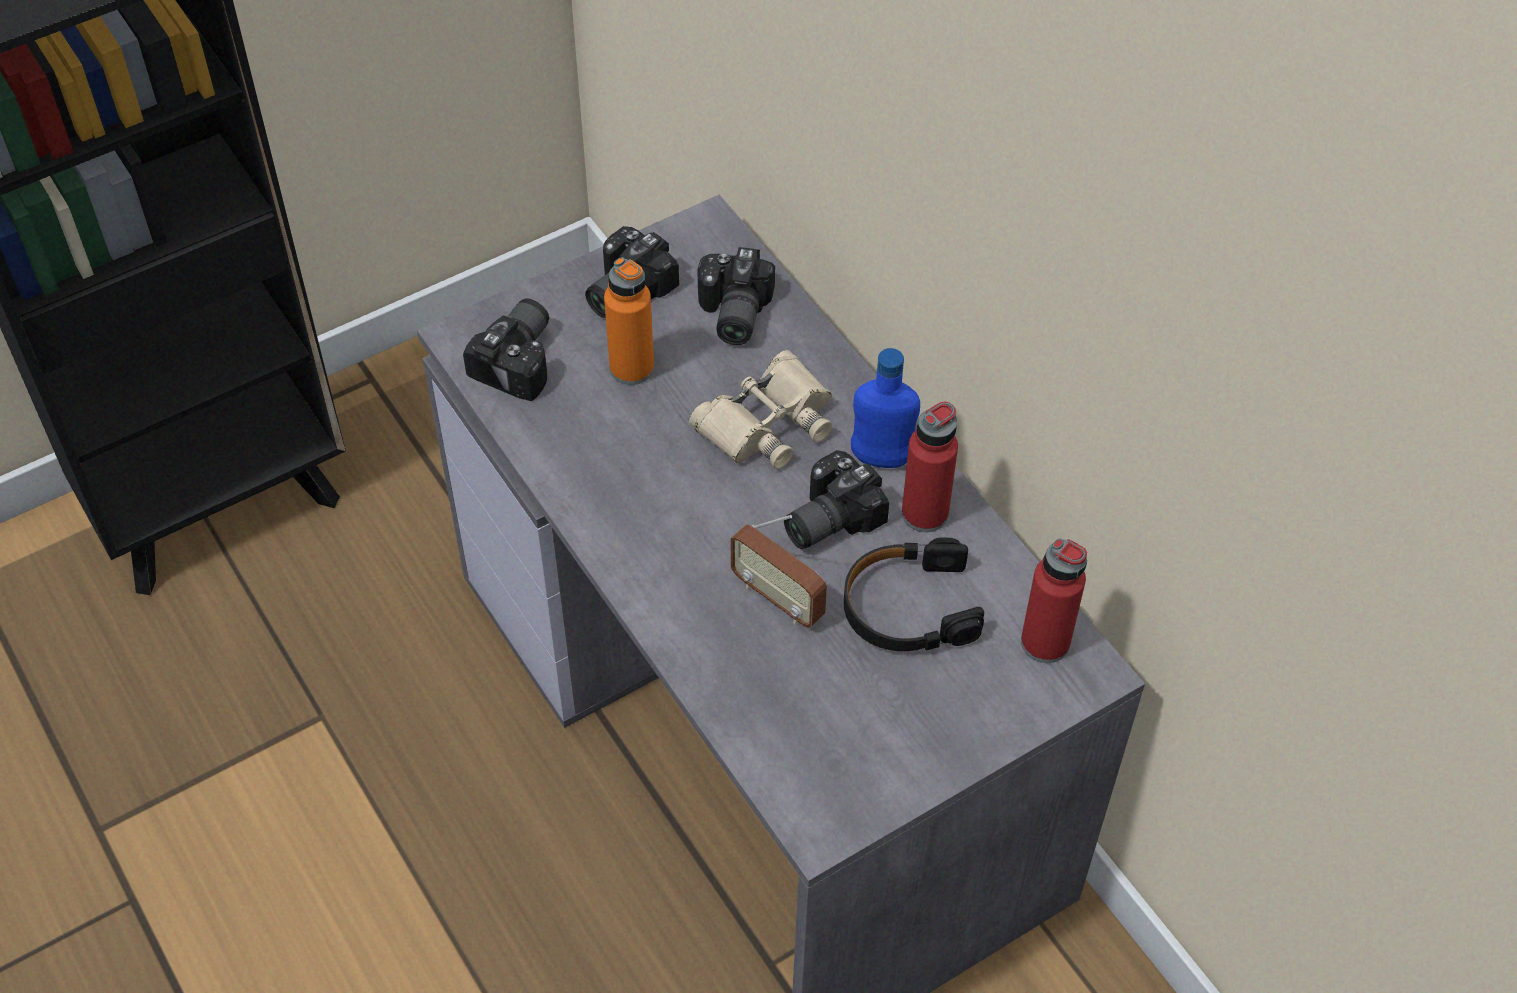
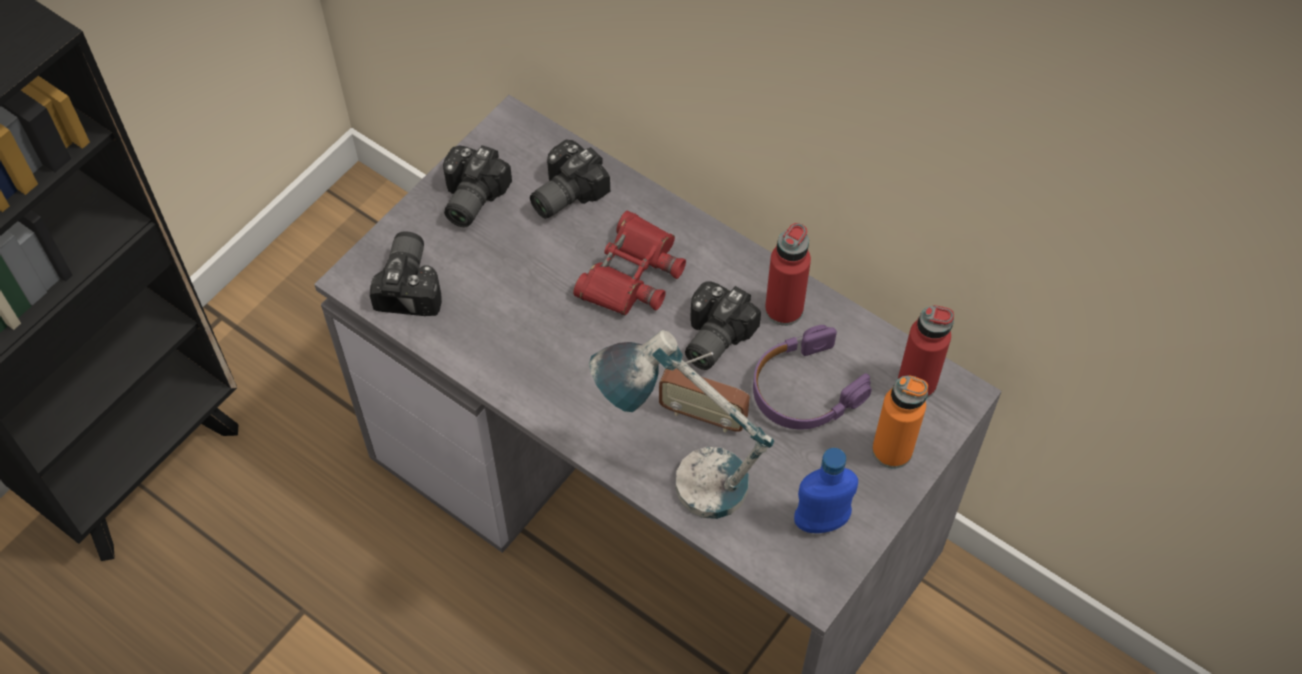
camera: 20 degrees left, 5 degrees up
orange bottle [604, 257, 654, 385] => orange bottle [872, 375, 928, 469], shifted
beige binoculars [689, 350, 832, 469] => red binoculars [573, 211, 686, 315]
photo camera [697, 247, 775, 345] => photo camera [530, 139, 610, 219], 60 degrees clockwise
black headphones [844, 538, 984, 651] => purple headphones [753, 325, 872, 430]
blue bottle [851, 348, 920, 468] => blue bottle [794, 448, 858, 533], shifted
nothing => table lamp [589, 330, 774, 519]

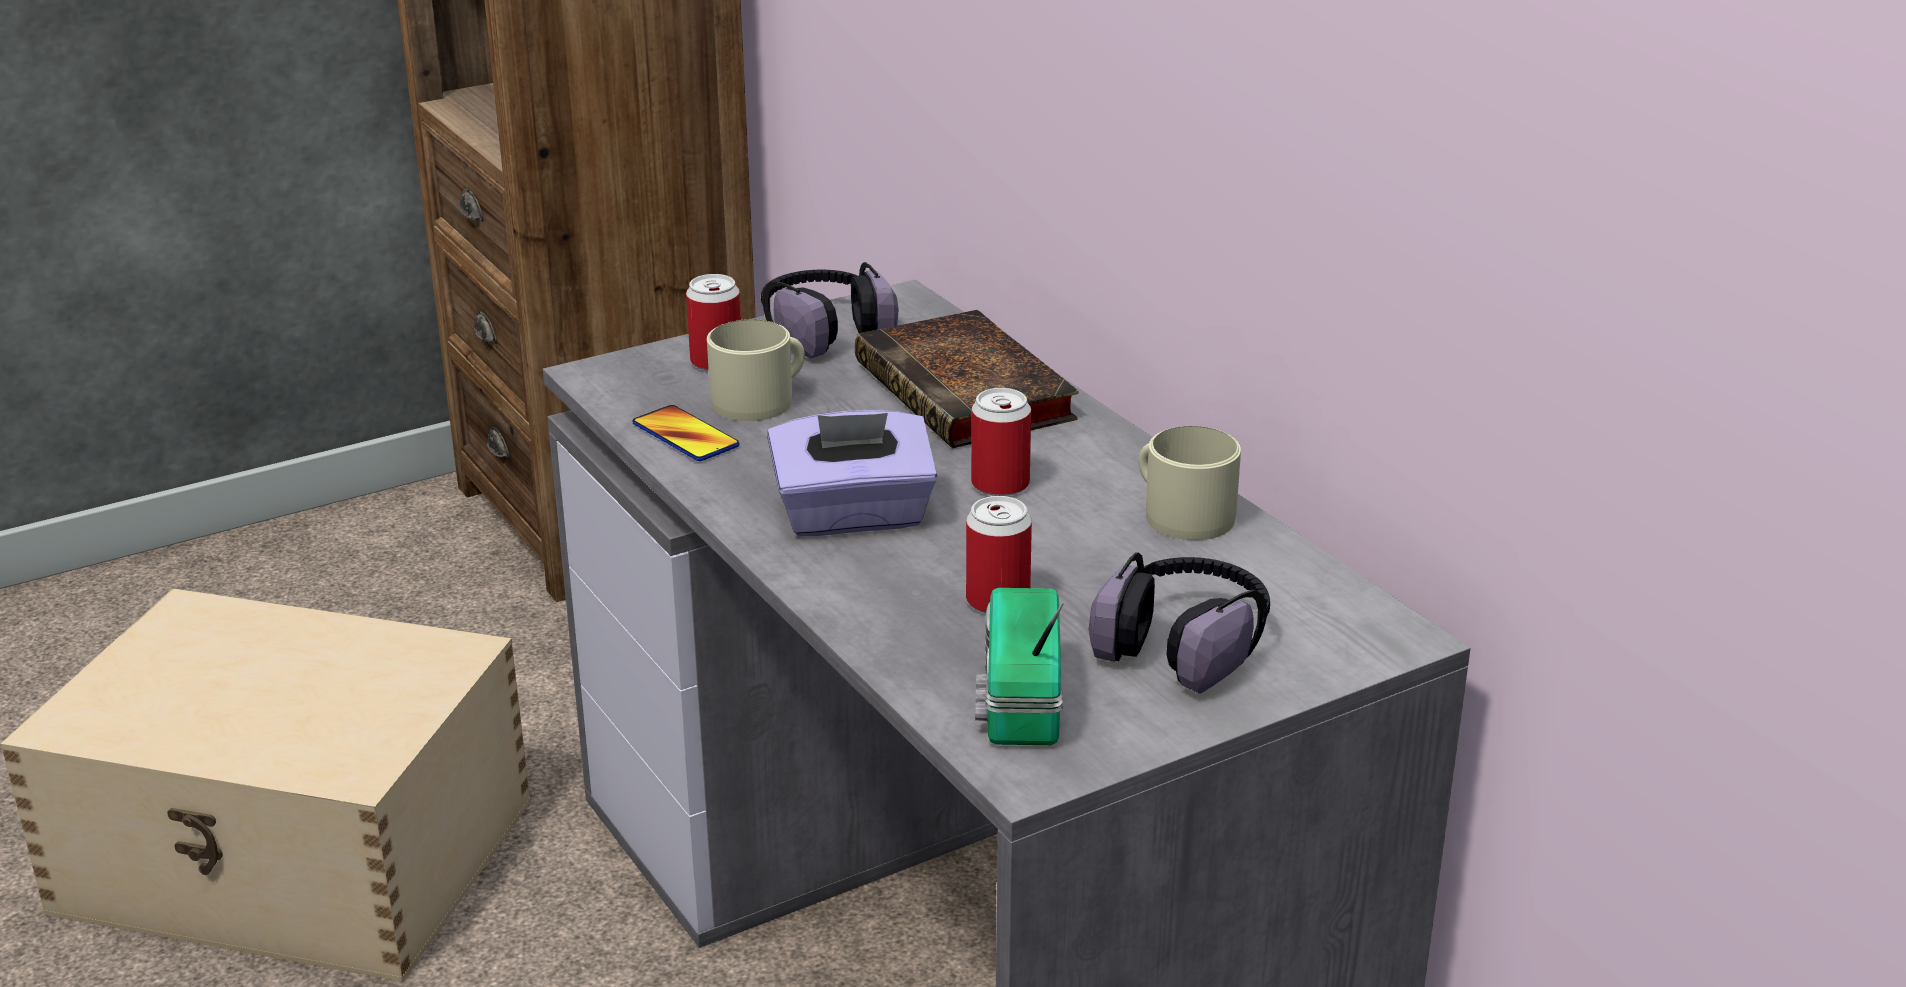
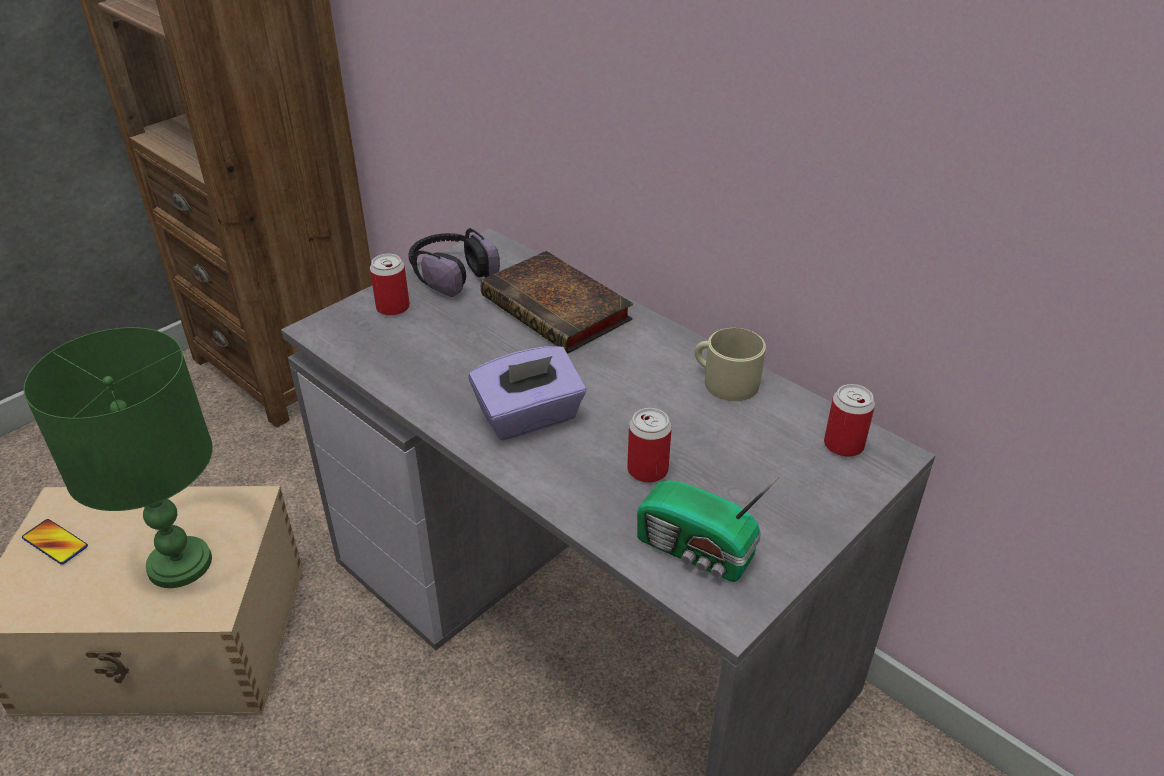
camera: 15 degrees left, 10 degrees up
phone [632, 405, 740, 461] => phone [22, 519, 88, 565], shifted
beige mug [707, 319, 805, 421] => nothing
can [971, 388, 1031, 496] => can [824, 384, 875, 457], shifted
radio [975, 588, 1064, 745] => radio [637, 477, 779, 582], 45 degrees counterclockwise
headphones [1089, 552, 1270, 694] => nothing
nothing => green table lamp [23, 327, 213, 588]

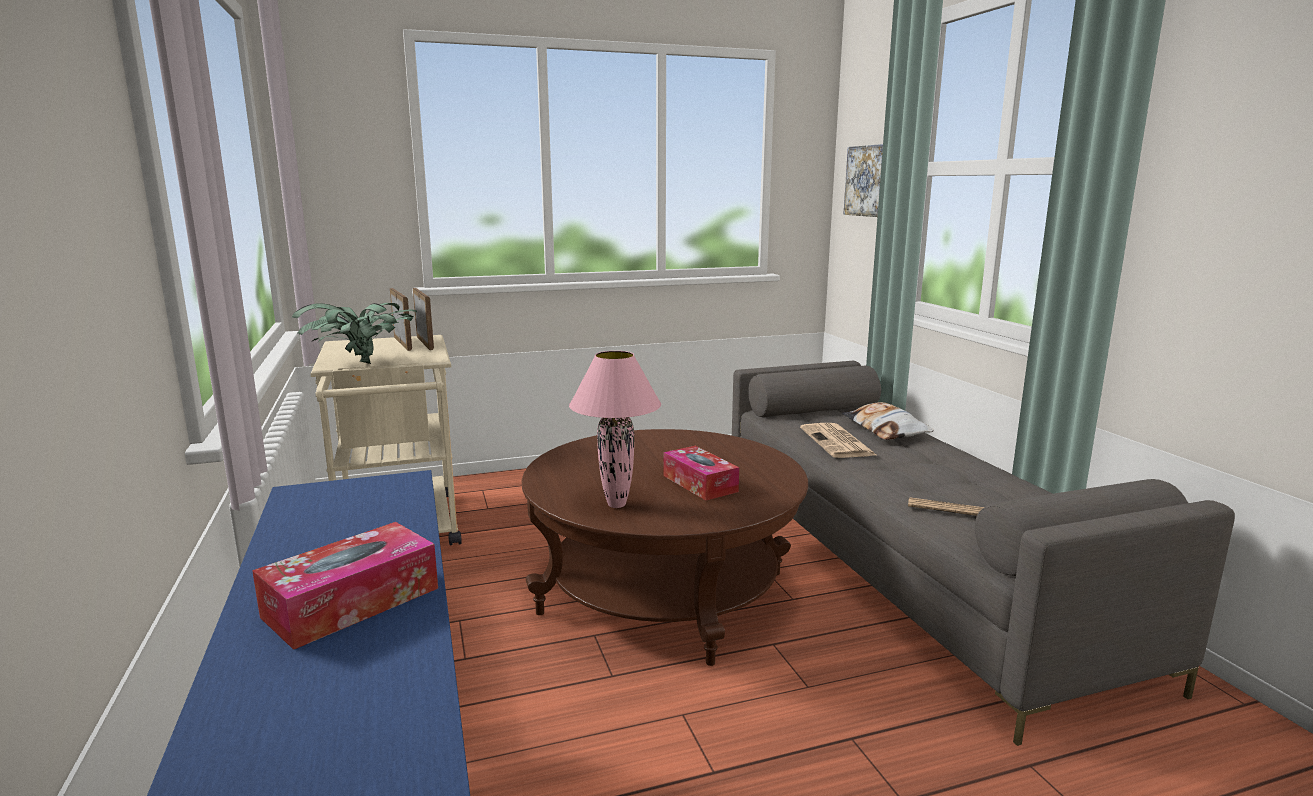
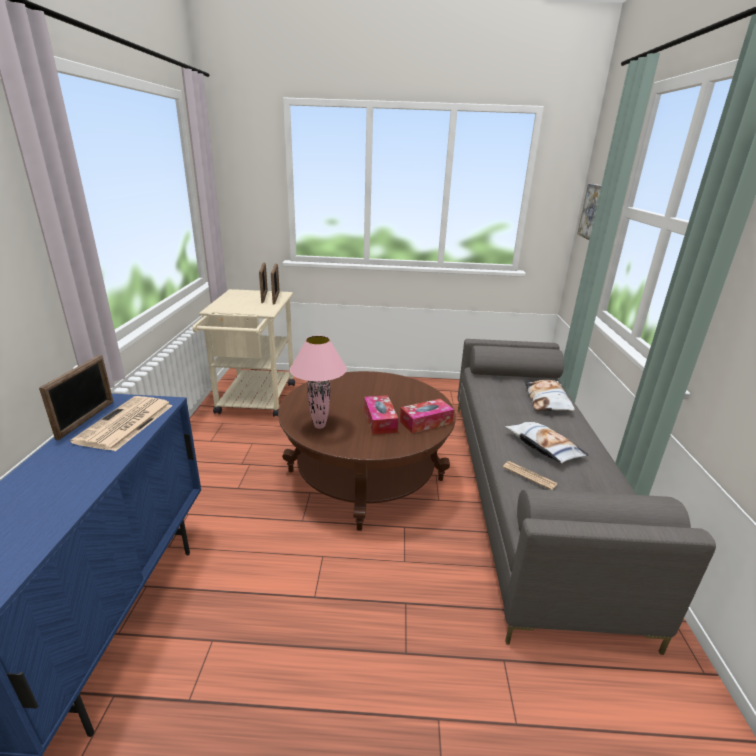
camera: 20 degrees right, 10 degrees up
tissue box [252, 522, 438, 650] => tissue box [400, 399, 454, 433], shifted
potted plant [292, 303, 417, 364] => nothing
newspaper [800, 423, 878, 458] => newspaper [70, 396, 173, 451], shifted
nothing => picture frame [39, 355, 113, 440]
nothing => pillow [505, 422, 589, 464]

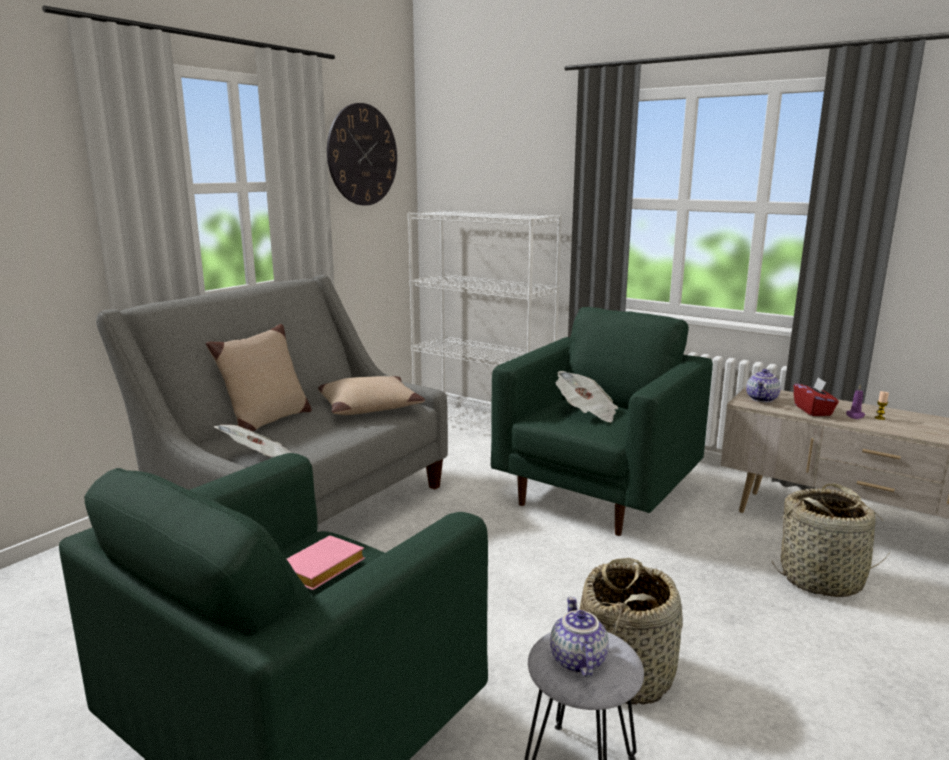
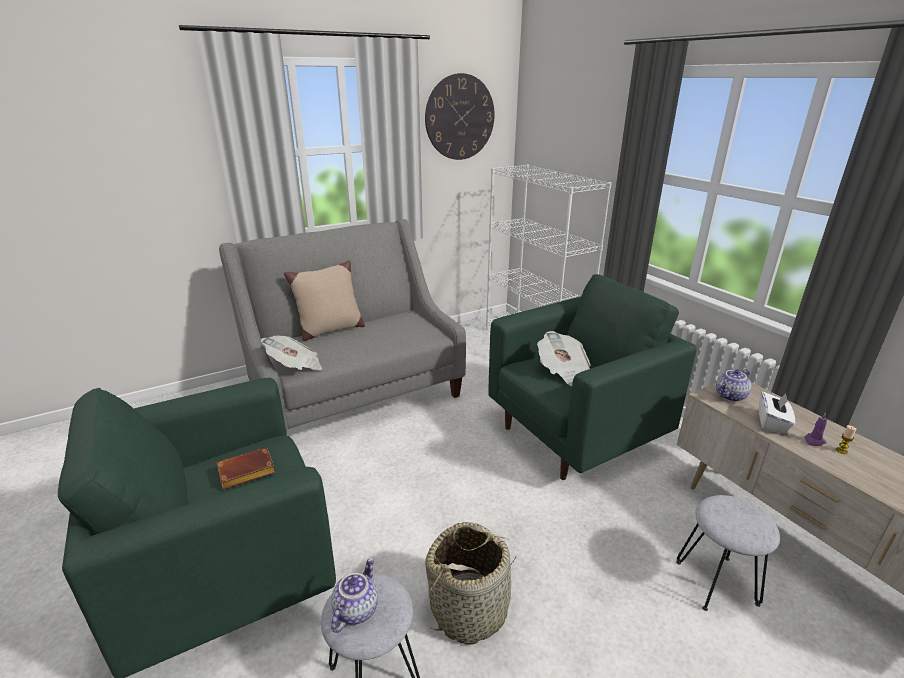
camera: 25 degrees right, 10 degrees up
pink book [286, 536, 365, 590] => brown book [217, 447, 276, 490]
beige pillow [318, 376, 425, 415] => nothing
basket [772, 483, 890, 597] => grey stool [676, 495, 780, 611]
red tissue box [794, 377, 839, 416] => white tissue box [759, 392, 795, 434]

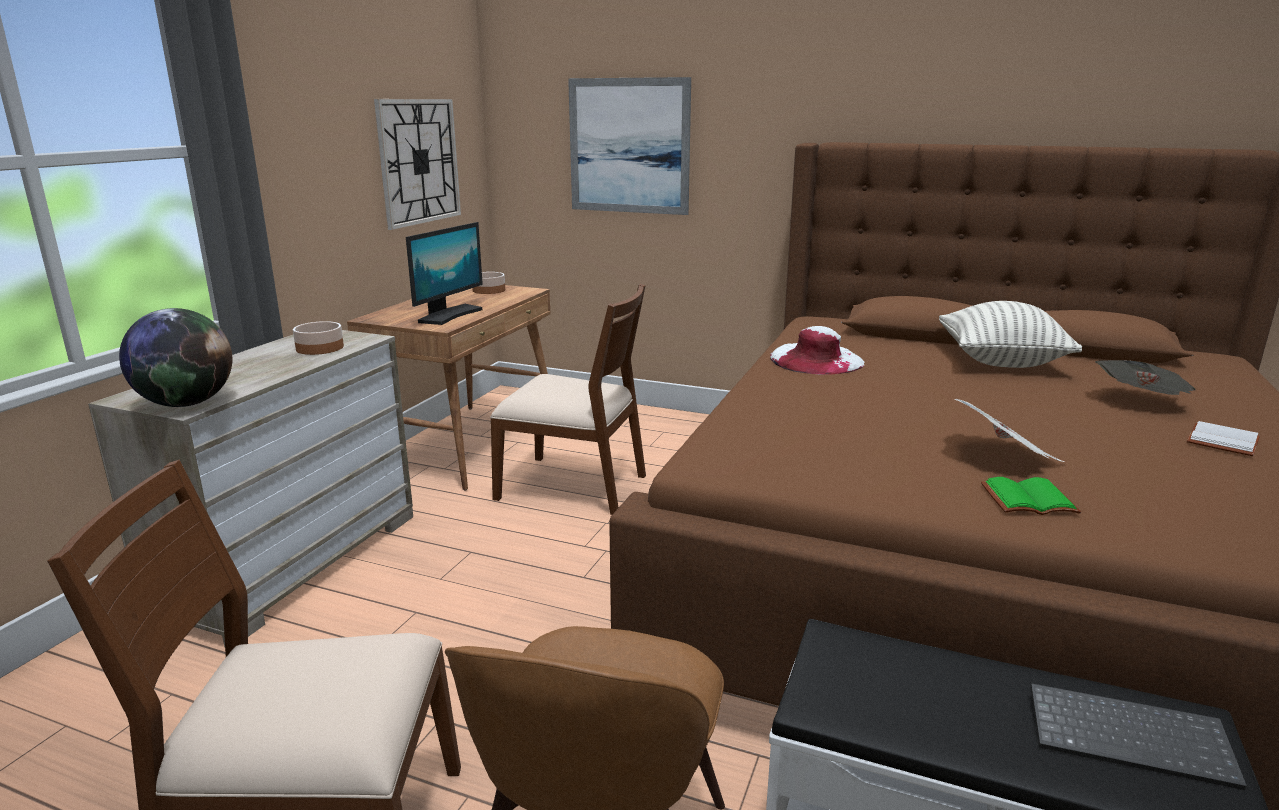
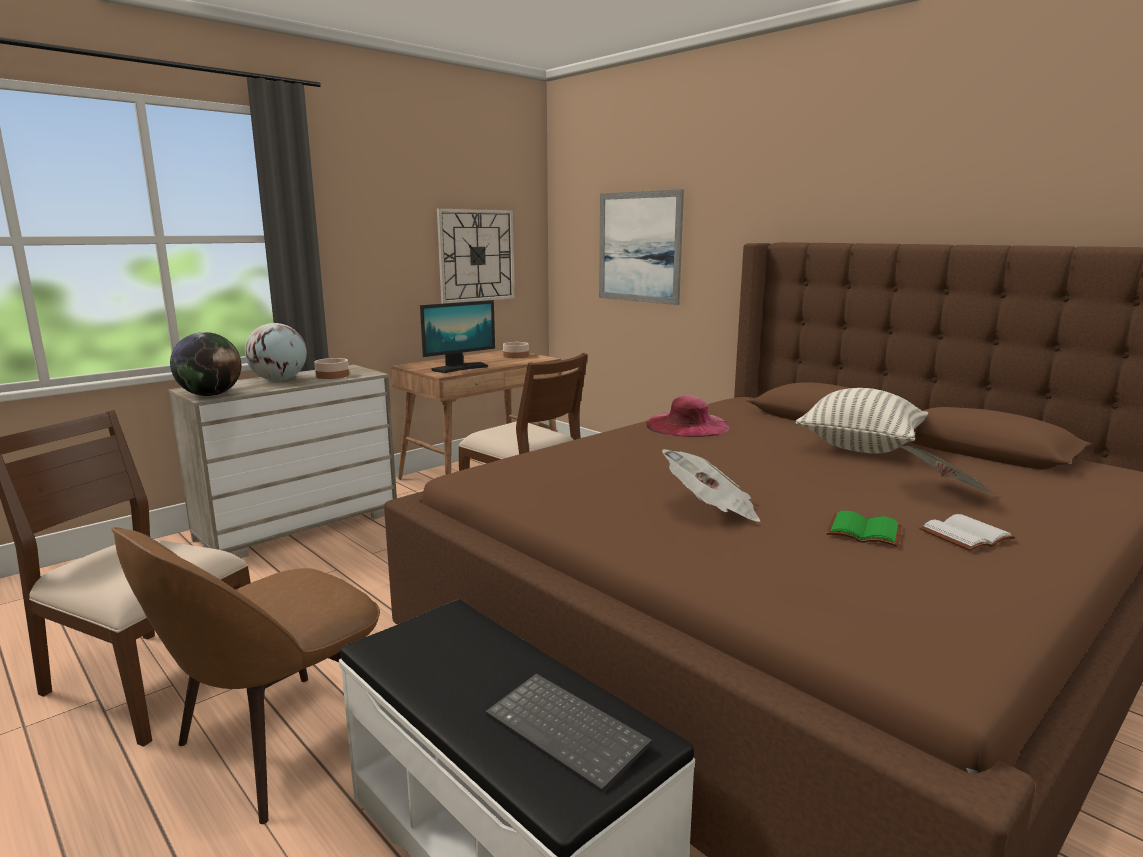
camera: 25 degrees right, 5 degrees down
white hat [770, 326, 864, 375] => pink hat [646, 396, 730, 437]
green book [981, 477, 1081, 515] => green book [826, 511, 901, 547], shifted
nothing => globe [245, 323, 307, 381]

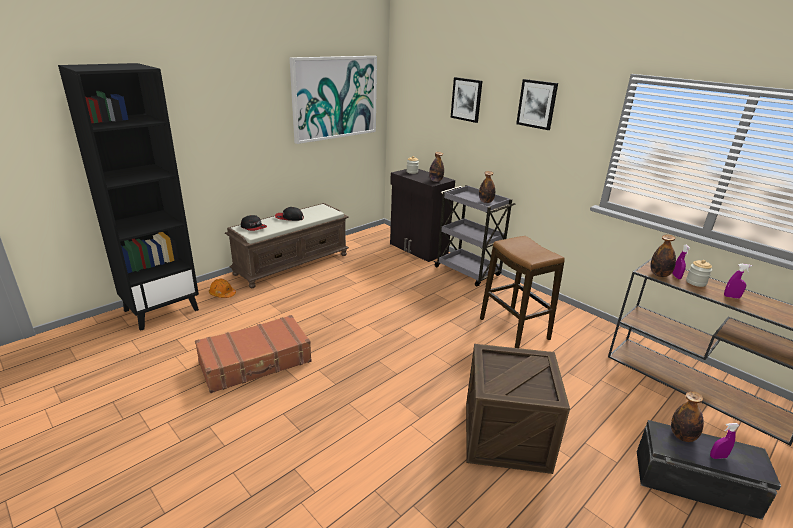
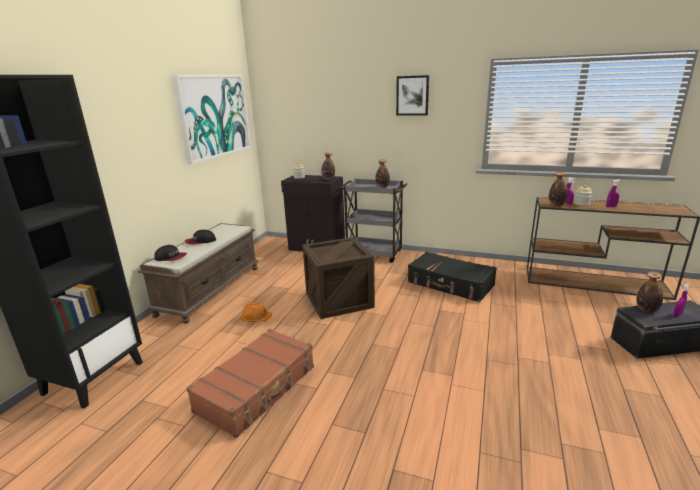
camera: 25 degrees left, 5 degrees down
orange hard hat [209, 279, 236, 298] => orange hard hat [241, 302, 272, 322], shifted
picture [450, 77, 482, 123] => nothing
crate [466, 344, 570, 474] => crate [302, 237, 375, 319], shifted
stool [480, 236, 565, 348] => black suitcase [408, 251, 497, 302]

